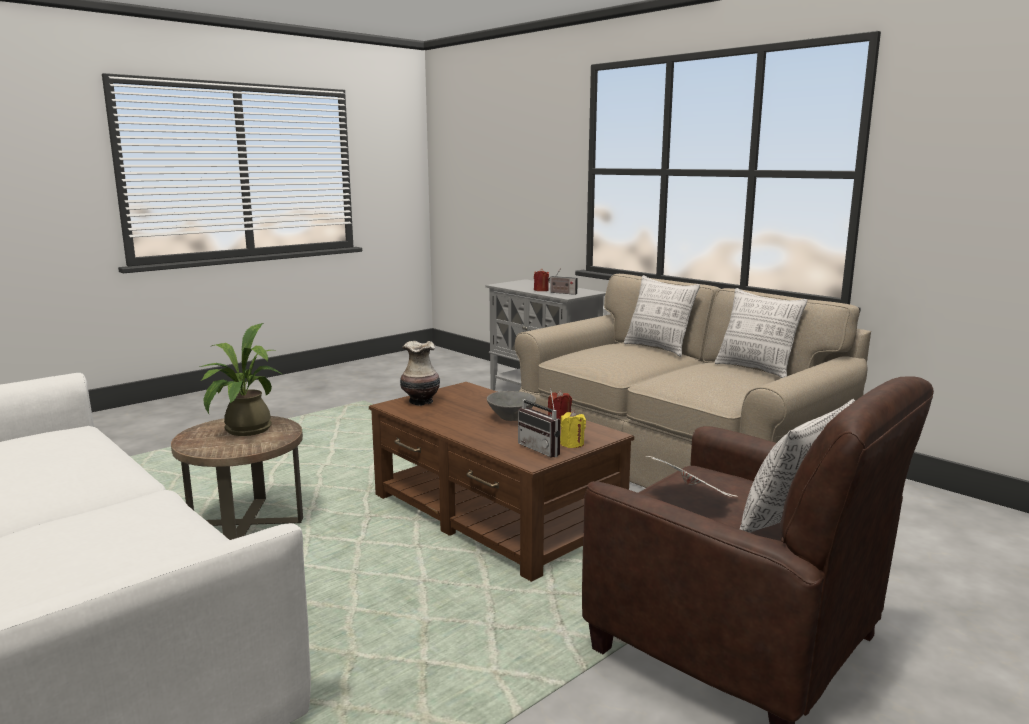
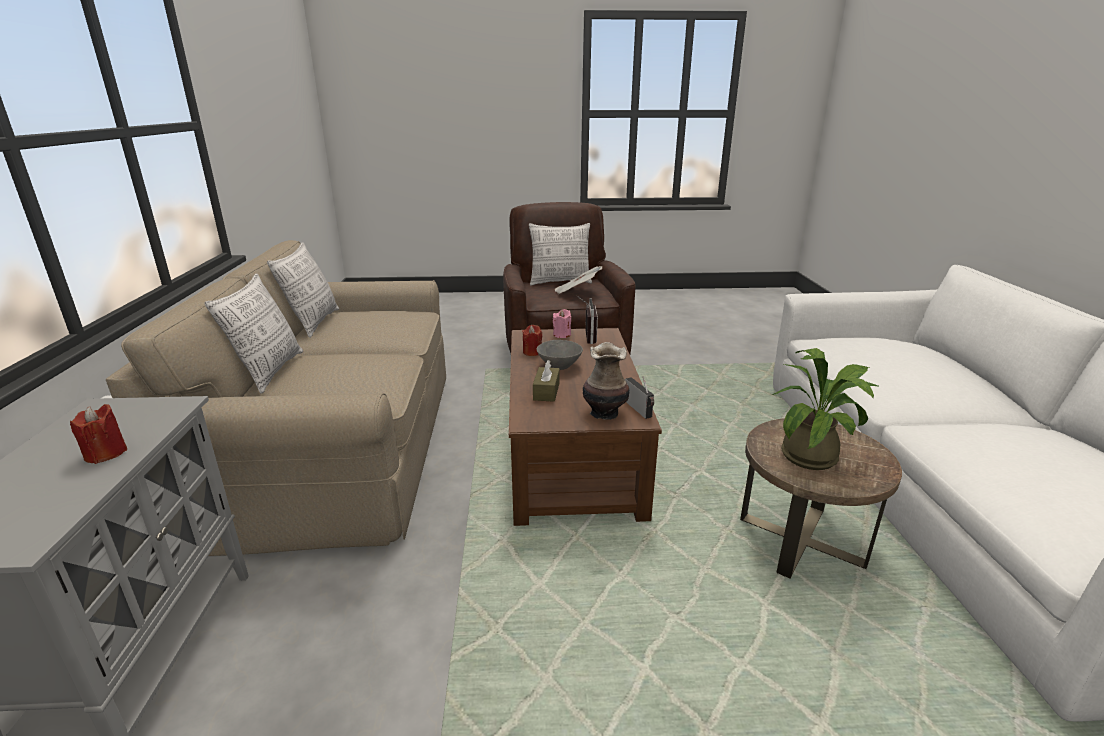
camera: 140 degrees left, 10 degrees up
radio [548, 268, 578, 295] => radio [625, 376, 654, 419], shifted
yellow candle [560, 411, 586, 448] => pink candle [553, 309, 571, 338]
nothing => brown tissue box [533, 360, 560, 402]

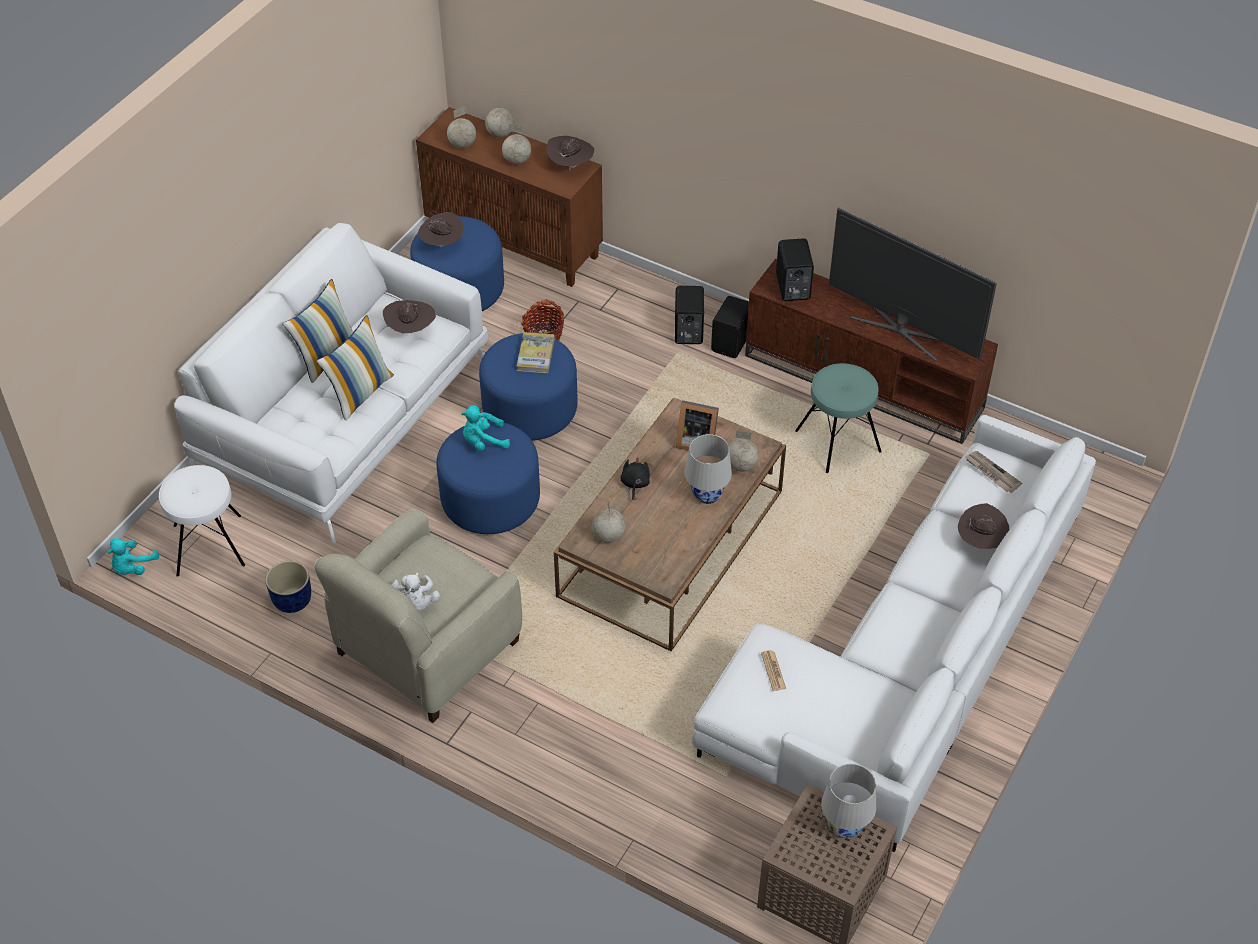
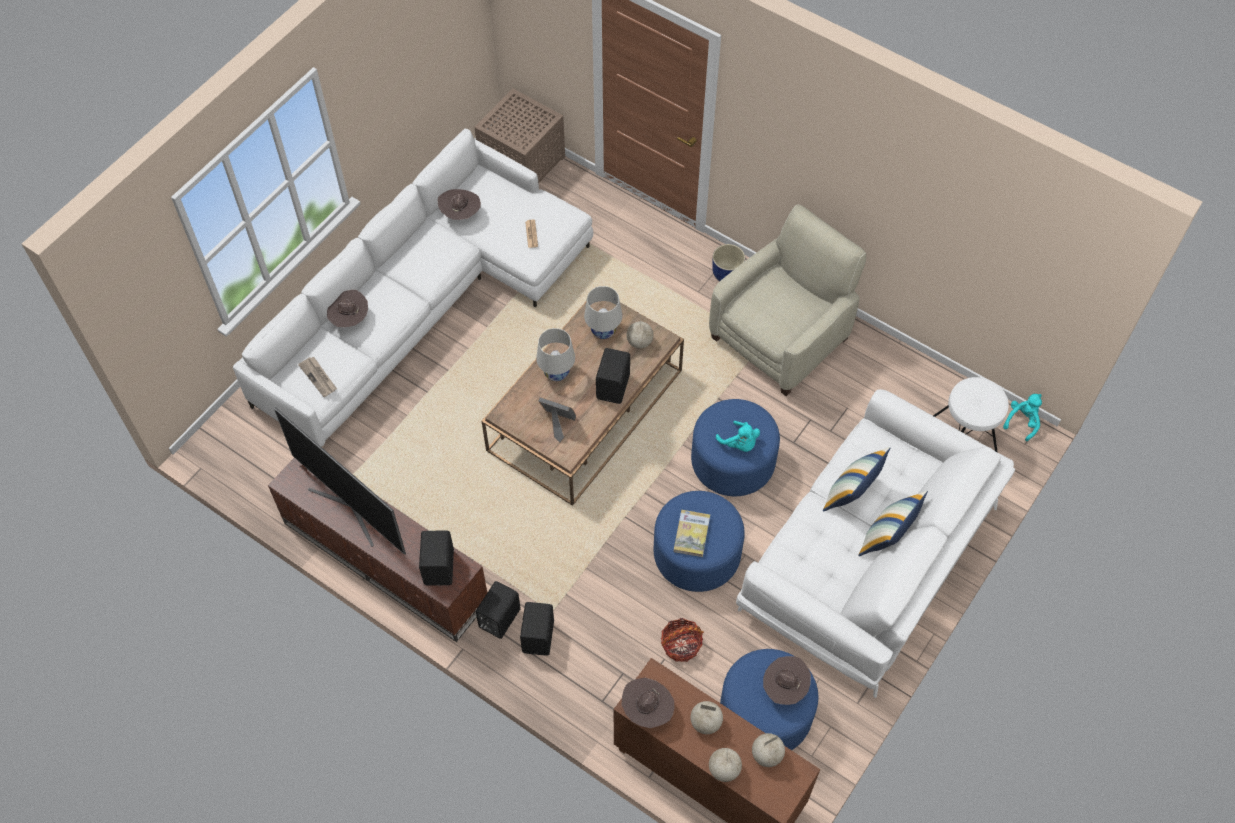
camera: 175 degrees left, 10 degrees up
blue planter [265, 561, 311, 613] => blue planter [712, 244, 745, 281], shifted
brown hat [383, 300, 436, 333] => brown hat [438, 189, 481, 220], shifted
white plush toy [392, 572, 440, 611] => nothing
turquoise plush toy [461, 405, 510, 451] => turquoise plush toy [716, 421, 760, 452], 60 degrees clockwise
black plush toy [620, 457, 650, 500] => black speaker [596, 348, 630, 404]
globe [729, 431, 759, 471] => nothing
turquoise stool [795, 363, 882, 473] => nothing
white table lamp [821, 764, 876, 838] => white table lamp [584, 286, 622, 339], shifted

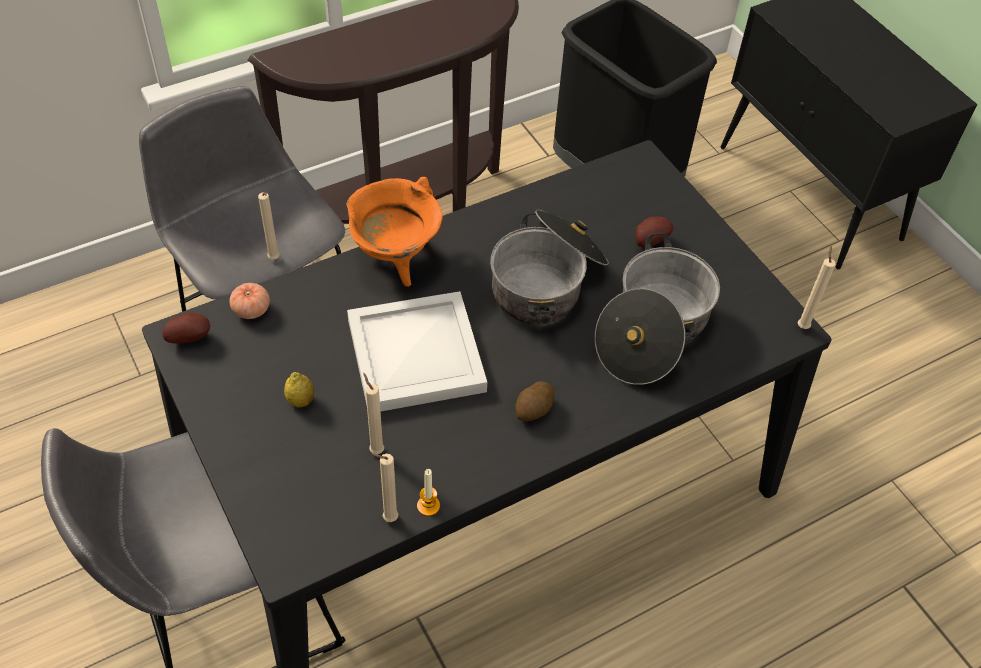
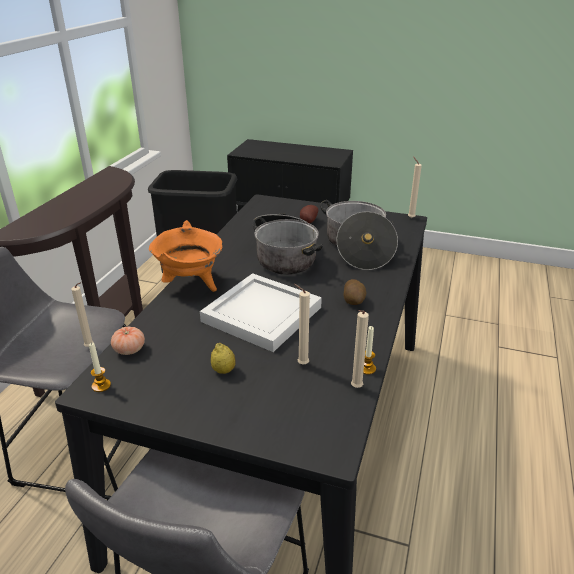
camera: 40 degrees left, 20 degrees down
potato [162, 313, 210, 344] => candle [89, 343, 111, 392]

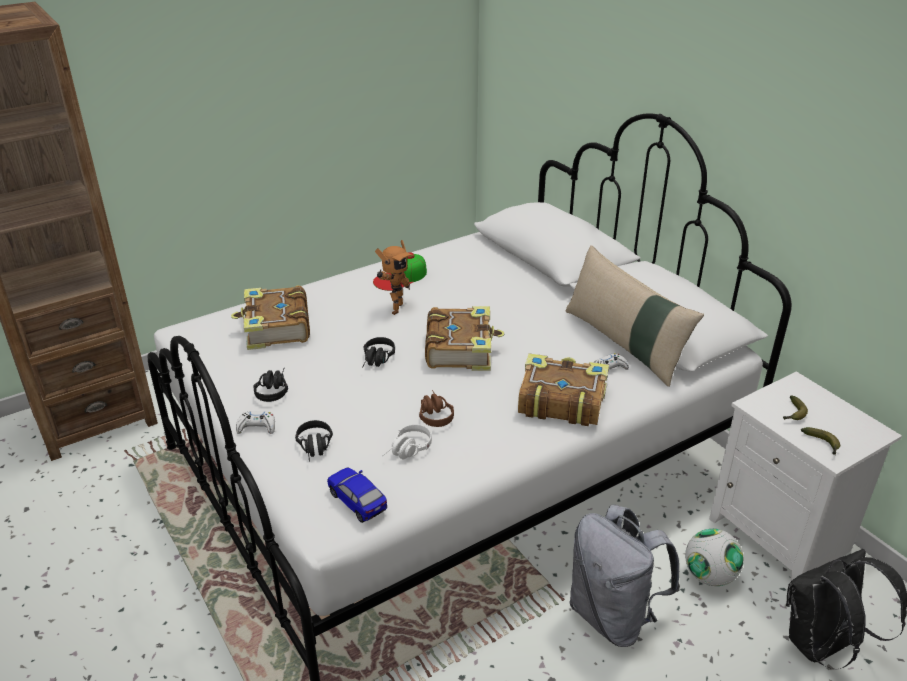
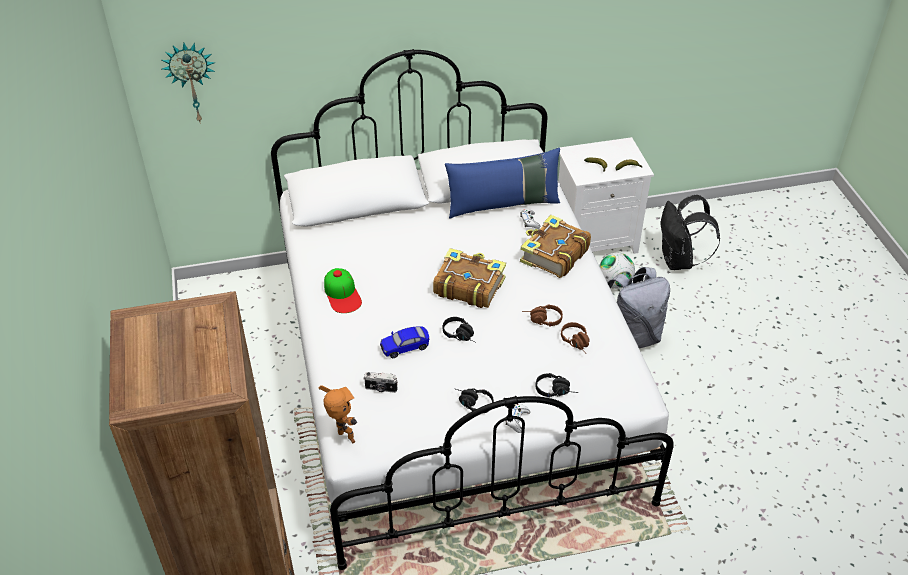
camera: 70 degrees left, 10 degrees up
book [231, 285, 310, 350] => photo camera [364, 372, 398, 393]
toy car [327, 467, 387, 523] => toy car [380, 327, 429, 358], shifted
toy robot [375, 240, 413, 315] => toy robot [319, 385, 358, 443], shifted
white headphones [382, 424, 432, 459] => brown headphones [561, 322, 590, 353]
beige pillow [566, 245, 704, 387] => blue pillow [445, 148, 560, 218]
nothing => wall clock [162, 42, 215, 124]

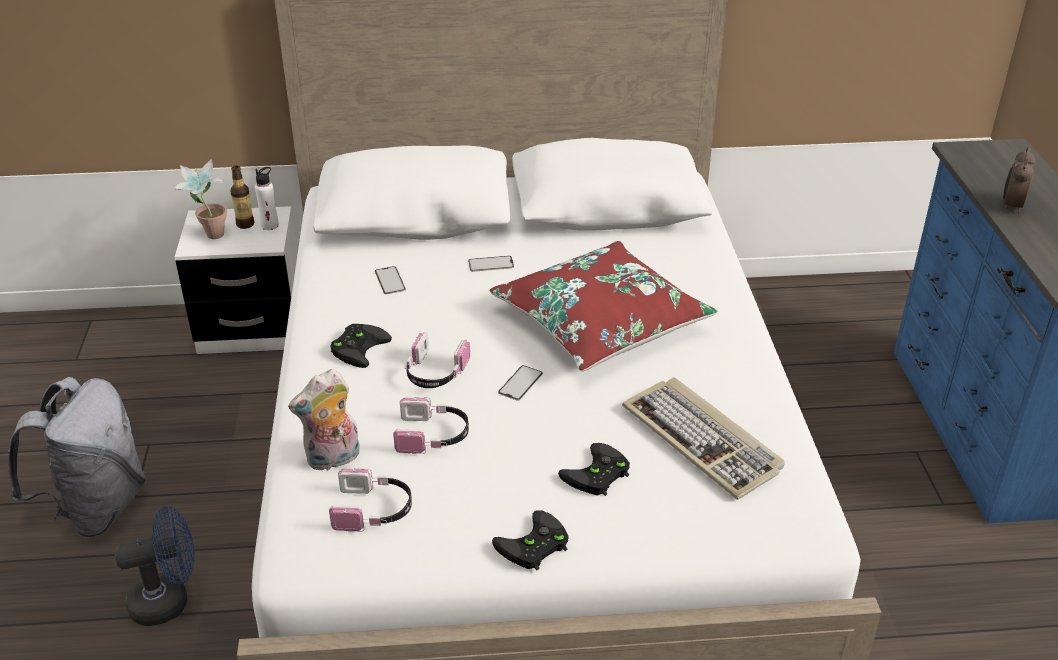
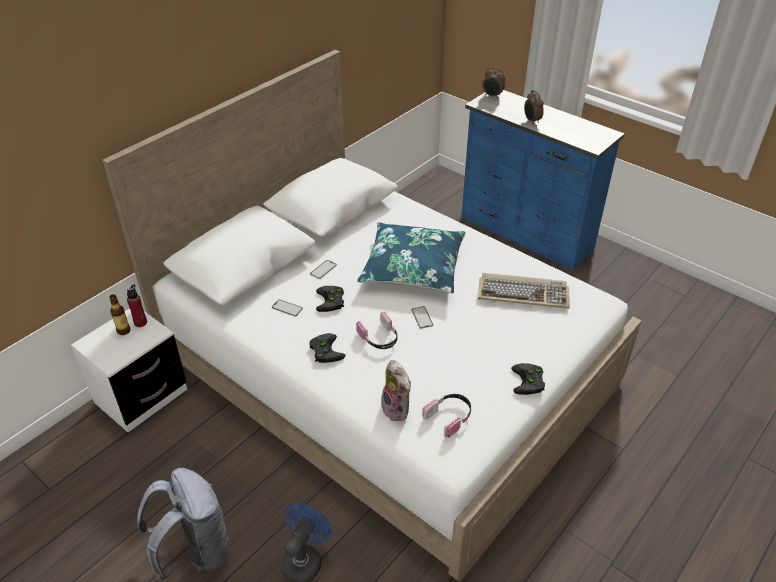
camera: 45 degrees left, 5 degrees up
potted plant [175, 159, 227, 239] => nothing
white bottle [255, 167, 279, 230] => red bottle [127, 284, 147, 327]
plush toy [288, 369, 360, 472] => plush toy [381, 360, 411, 421], 45 degrees counterclockwise
headphones [393, 397, 469, 454] => nothing
red pillow [490, 241, 718, 371] => blue pillow [357, 222, 466, 294]
black game controller [558, 443, 630, 496] => black game controller [316, 286, 344, 312], shifted
nothing => alarm clock [482, 67, 506, 99]

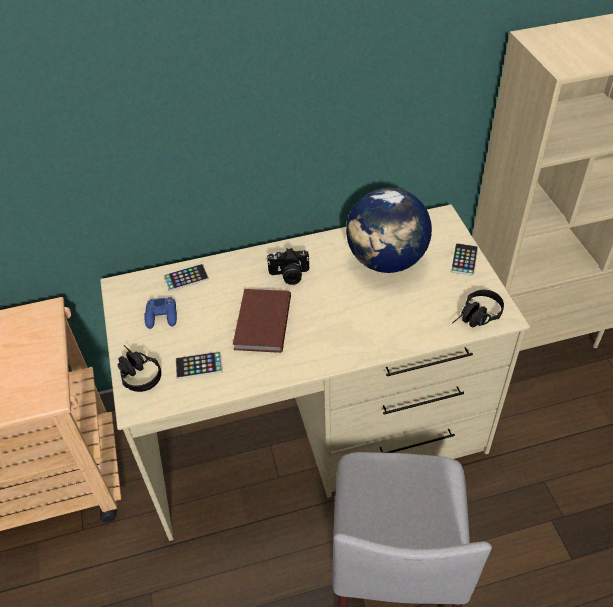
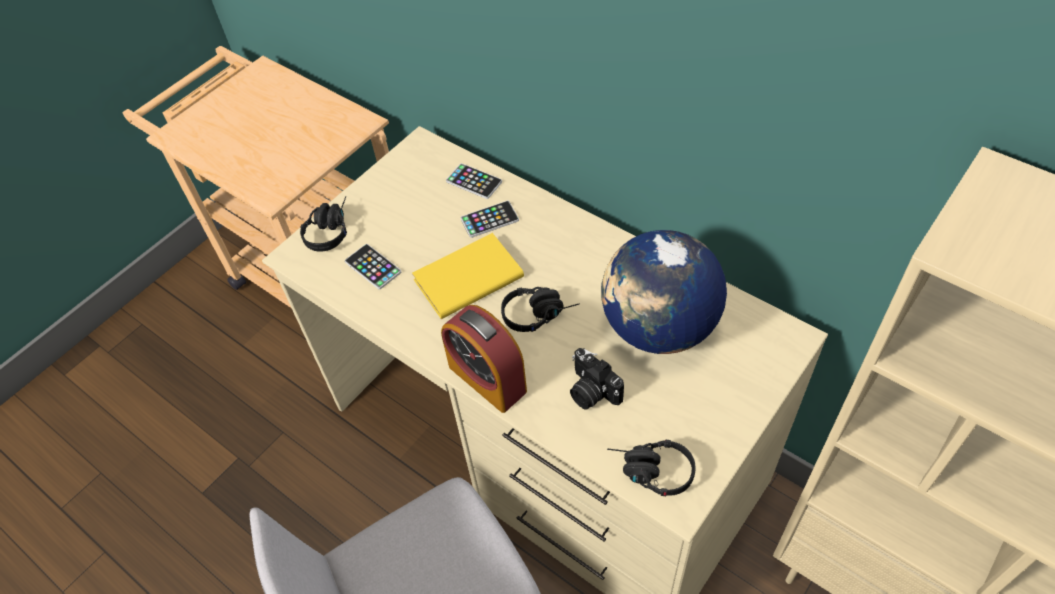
camera: 55 degrees right, 5 degrees up
blue game controller [144, 297, 177, 329] => nothing
brown book [233, 289, 291, 353] => yellow book [412, 233, 524, 319]
photo camera [267, 248, 310, 285] => photo camera [570, 348, 624, 410], shifted
phone [451, 243, 478, 276] => phone [461, 201, 519, 238], shifted
nothing => alarm clock [441, 305, 527, 413]
nothing => black headphones [501, 287, 580, 332]

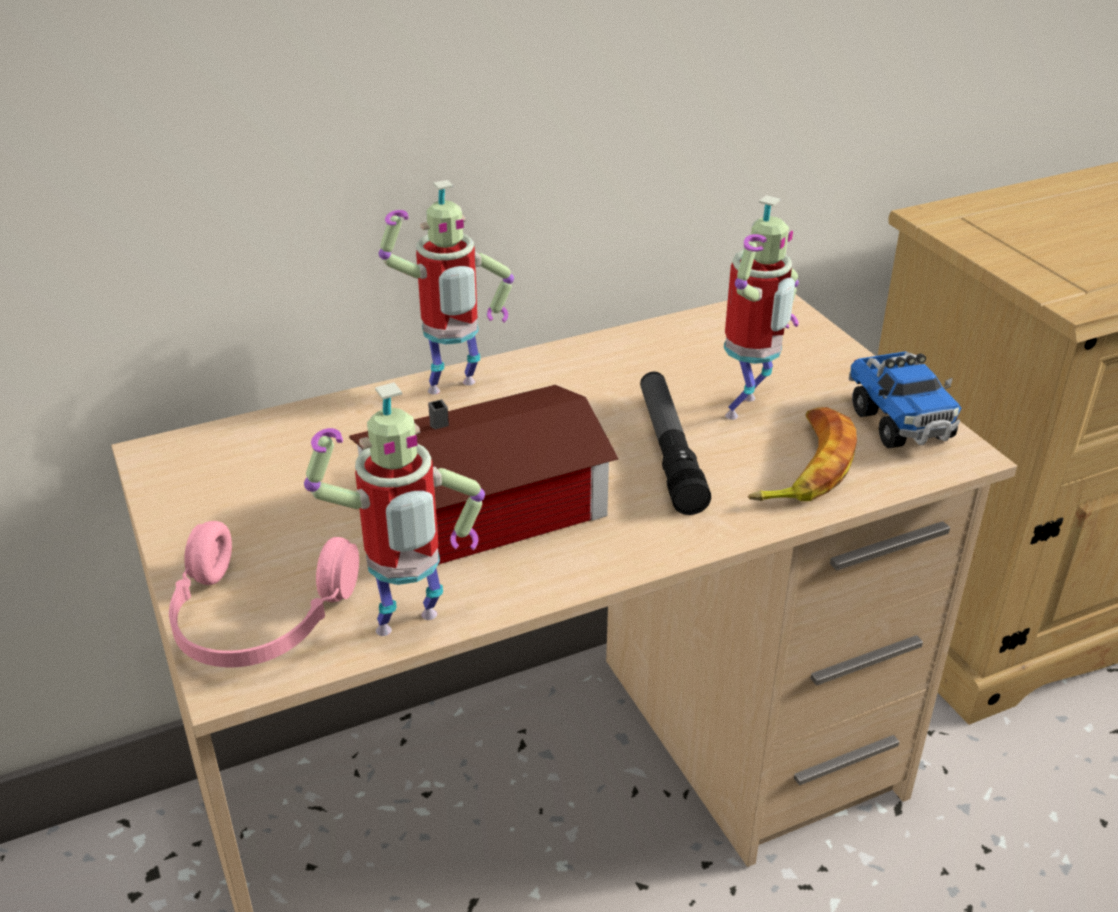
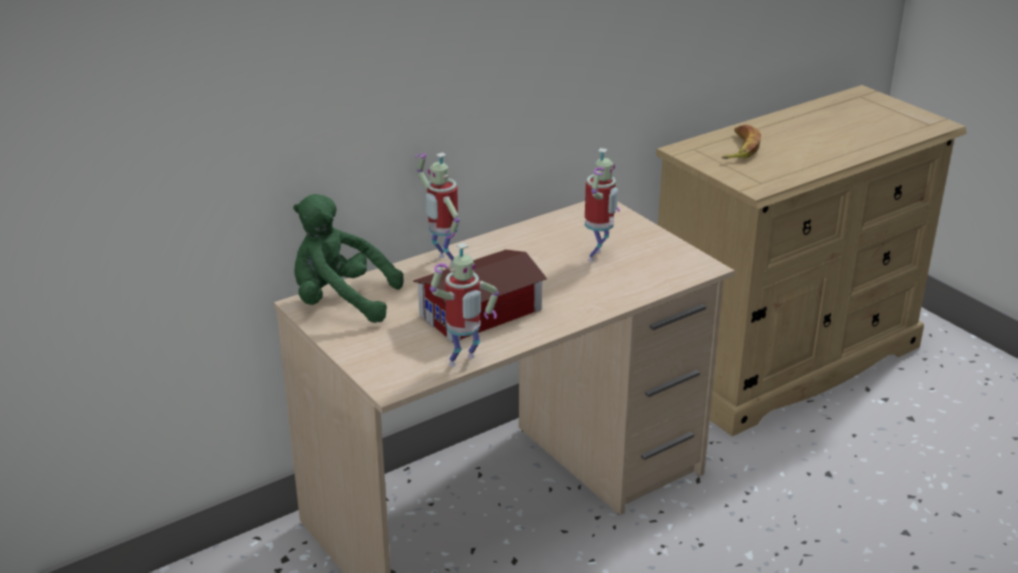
camera: 10 degrees left, 5 degrees down
pink headphones [169, 521, 359, 667] => nothing
toy robot [379, 180, 514, 394] => toy robot [415, 152, 460, 266], 90 degrees clockwise
flashlight [640, 372, 711, 515] => nothing
banana [748, 407, 857, 501] => banana [721, 125, 761, 159], shifted
toy truck [849, 351, 962, 448] => nothing
nothing => green plush toy [293, 194, 404, 323]

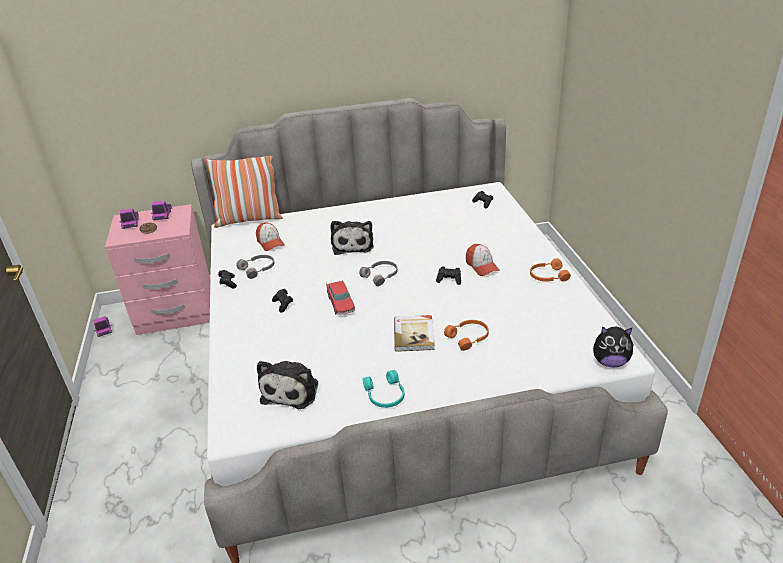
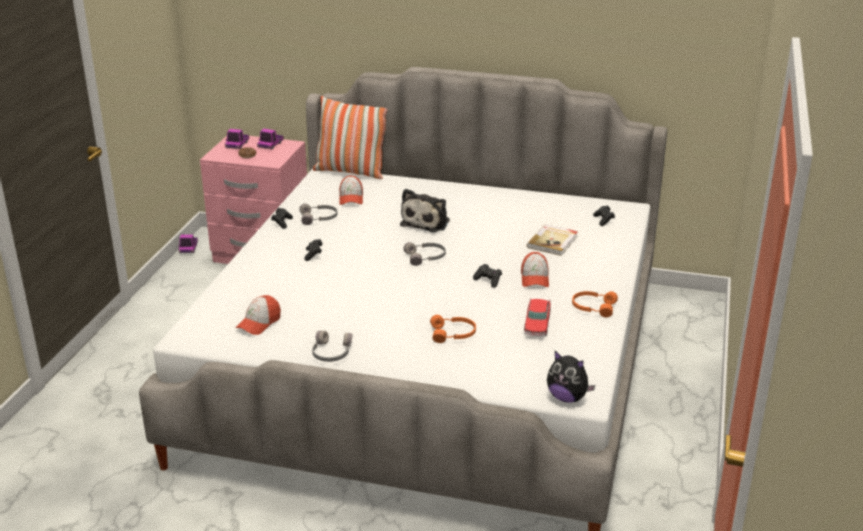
camera: 25 degrees right, 5 degrees down
plush toy [257, 361, 318, 409] => cap [236, 295, 281, 335]
toy car [326, 280, 355, 315] => toy car [524, 298, 551, 336], shifted
turquoise headphones [362, 370, 404, 408] => grey headphones [312, 331, 353, 362]
book [394, 315, 435, 352] => book [527, 224, 578, 256], shifted

